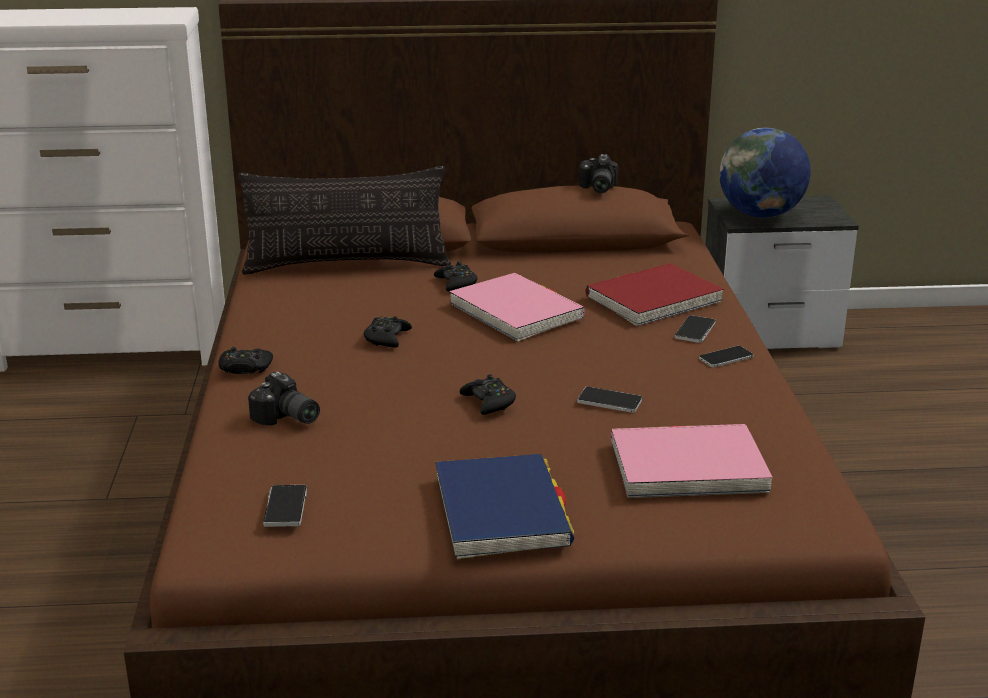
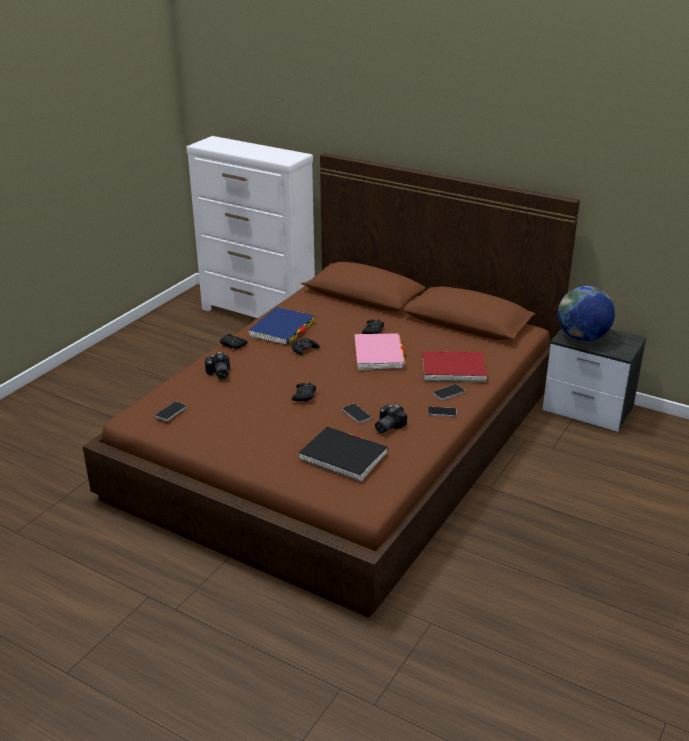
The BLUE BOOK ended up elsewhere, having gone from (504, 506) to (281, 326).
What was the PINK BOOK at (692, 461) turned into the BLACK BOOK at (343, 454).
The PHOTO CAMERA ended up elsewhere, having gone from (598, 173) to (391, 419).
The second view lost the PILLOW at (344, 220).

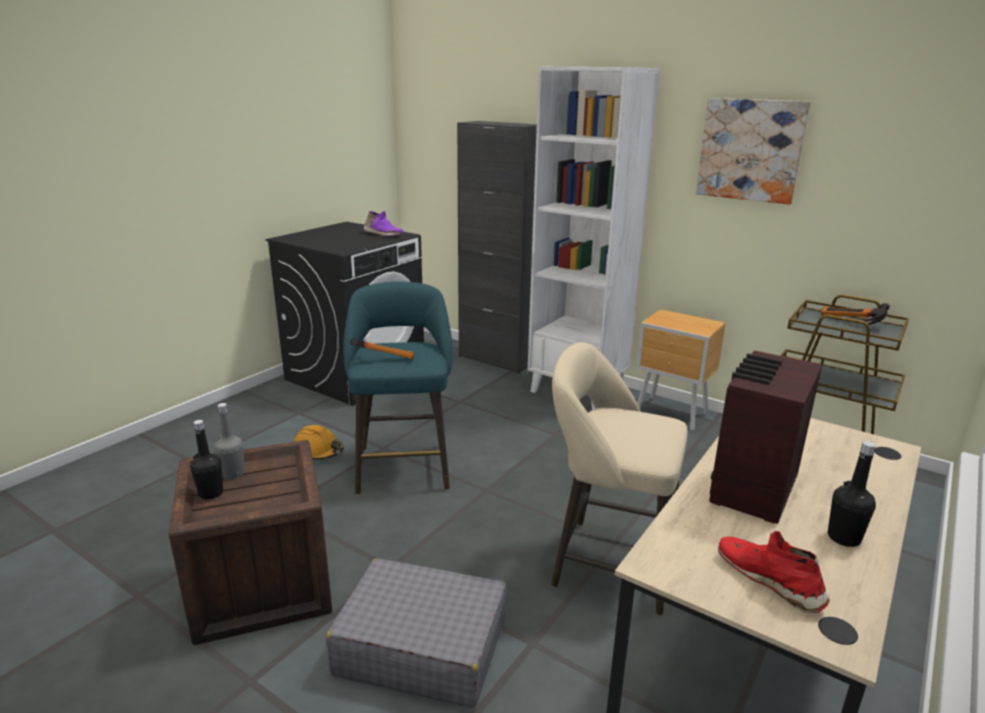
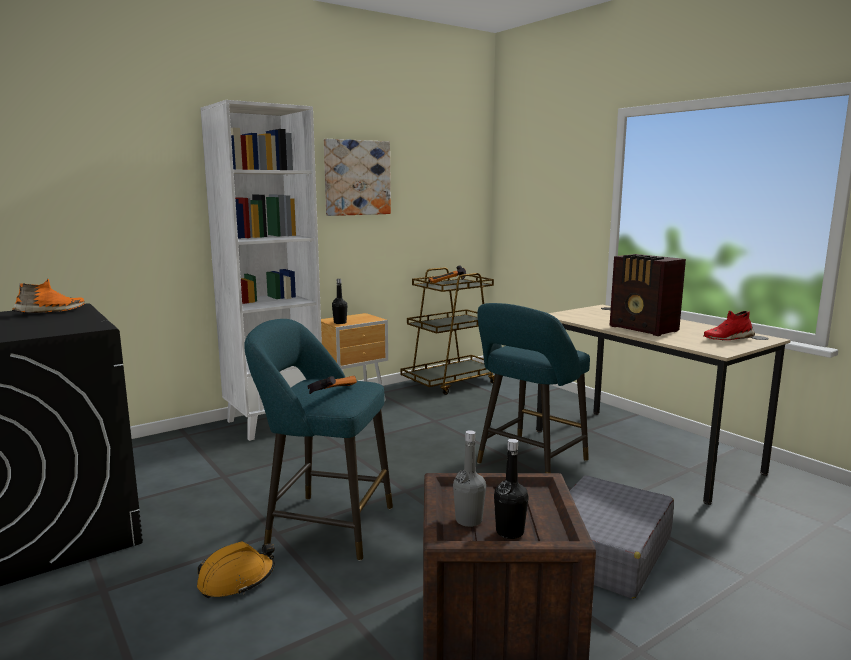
What was the PURPLE SHOE at (383, 223) turned into the ORANGE SHOE at (48, 296).
The BLACK BOTTLE ended up elsewhere, having gone from (852, 494) to (339, 301).
What was the BEIGE STOOL at (619, 479) turned into the TURQUOISE STOOL at (533, 388).
The second view lost the BLACK CABINET at (497, 247).

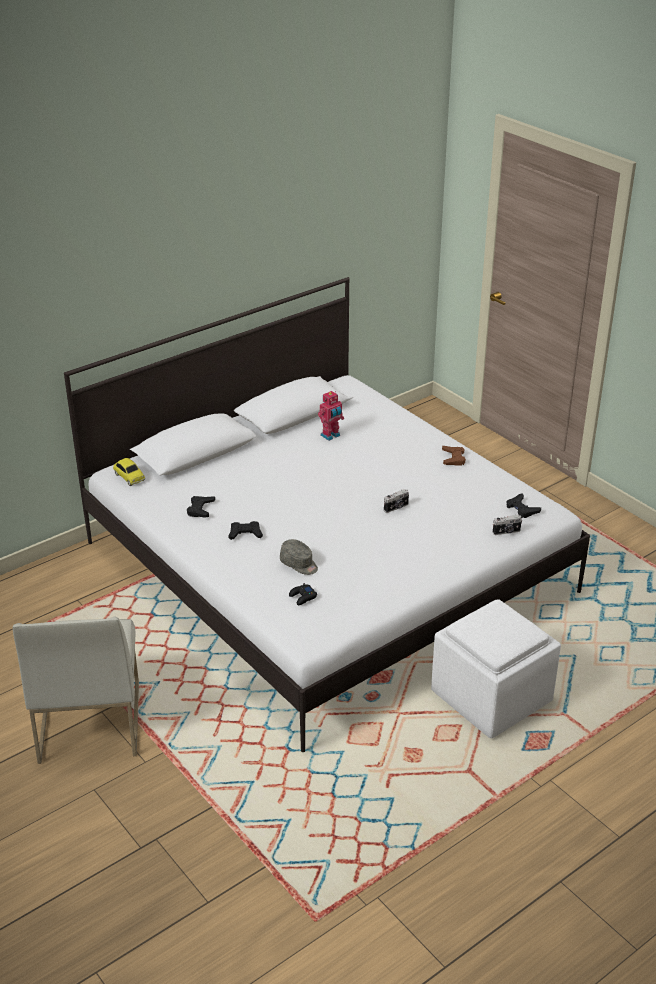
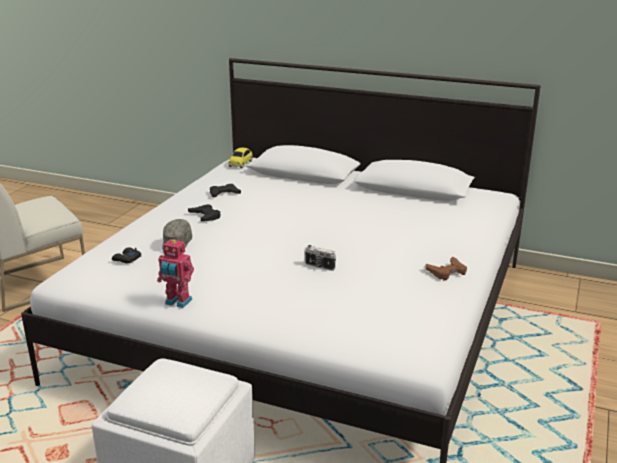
The TOY ROBOT ended up elsewhere, having gone from (331, 416) to (175, 273).
The second view lost the PHOTO CAMERA at (507, 525).
The second view lost the BLACK GAME CONTROLLER at (523, 505).

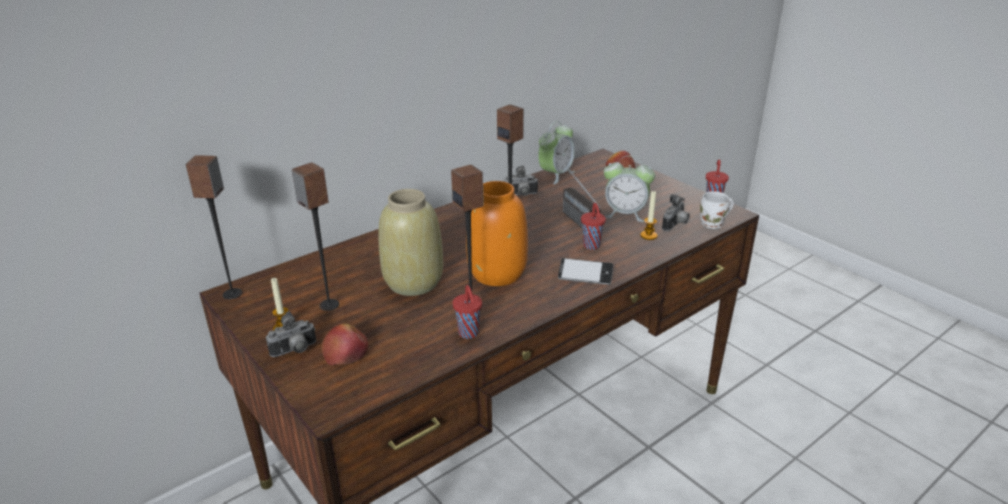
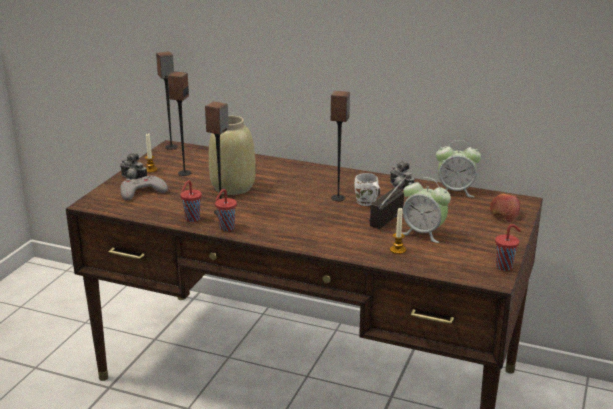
Where the APPLE stood at (345, 344), the GREY GAME CONTROLLER came to stand at (144, 188).
The RED CUP ended up elsewhere, having gone from (593, 226) to (226, 210).
The WHITE MUG ended up elsewhere, having gone from (717, 210) to (367, 189).
The ALARM CLOCK at (629, 189) ended up facing another way, 45 degrees counterclockwise from before.
The second view lost the ORANGE VASE at (497, 233).
The second view lost the PHONE at (586, 271).
The second view lost the PHOTO CAMERA at (676, 212).

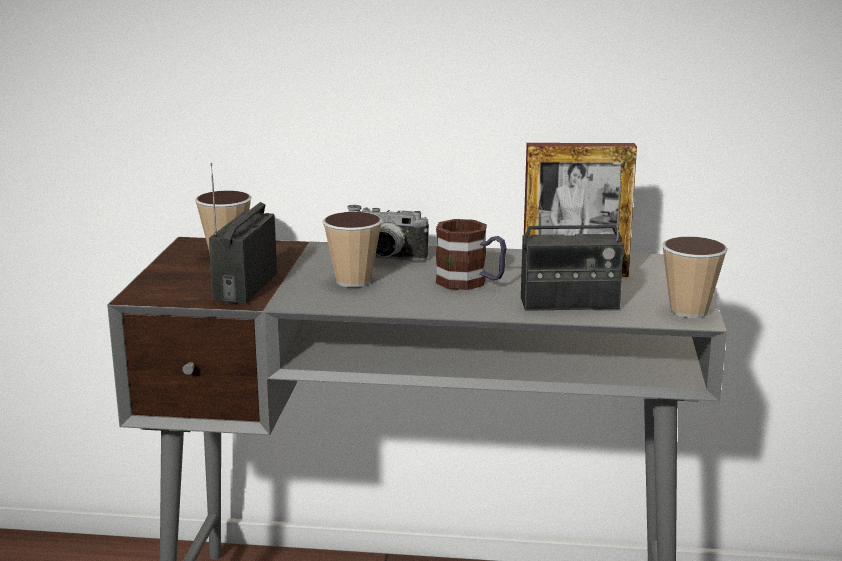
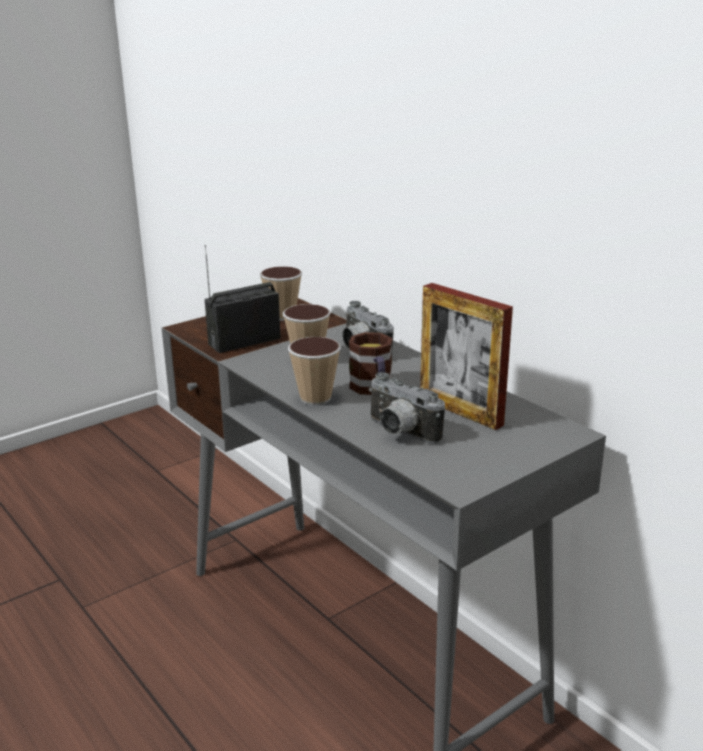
The CUP ended up elsewhere, having gone from (695, 277) to (314, 371).
Where the RADIO stood at (572, 239), the PHOTO CAMERA came to stand at (406, 408).

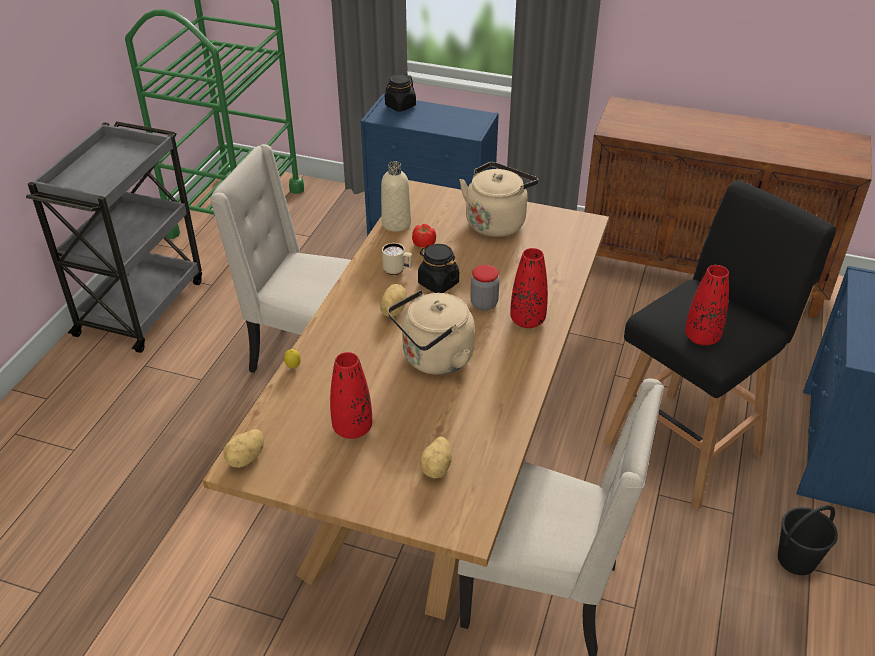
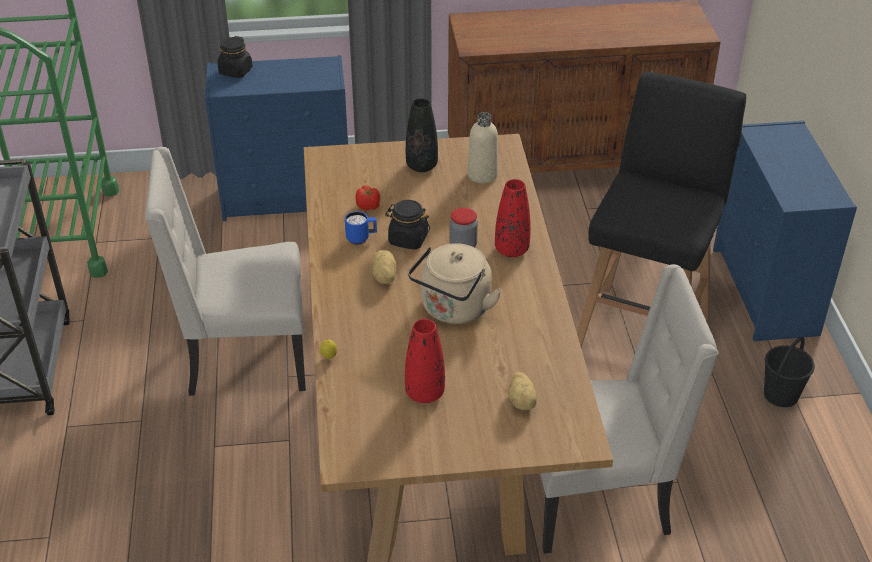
What was the BEIGE MUG at (397, 259) turned into the BLUE MUG at (361, 228).
Where the BEIGE KETTLE stood at (499, 199), the BLACK VASE came to stand at (422, 135).
The BEIGE BOTTLE ended up elsewhere, having gone from (396, 196) to (482, 147).
The second view lost the POTATO at (243, 448).
The second view lost the RED VASE at (707, 305).

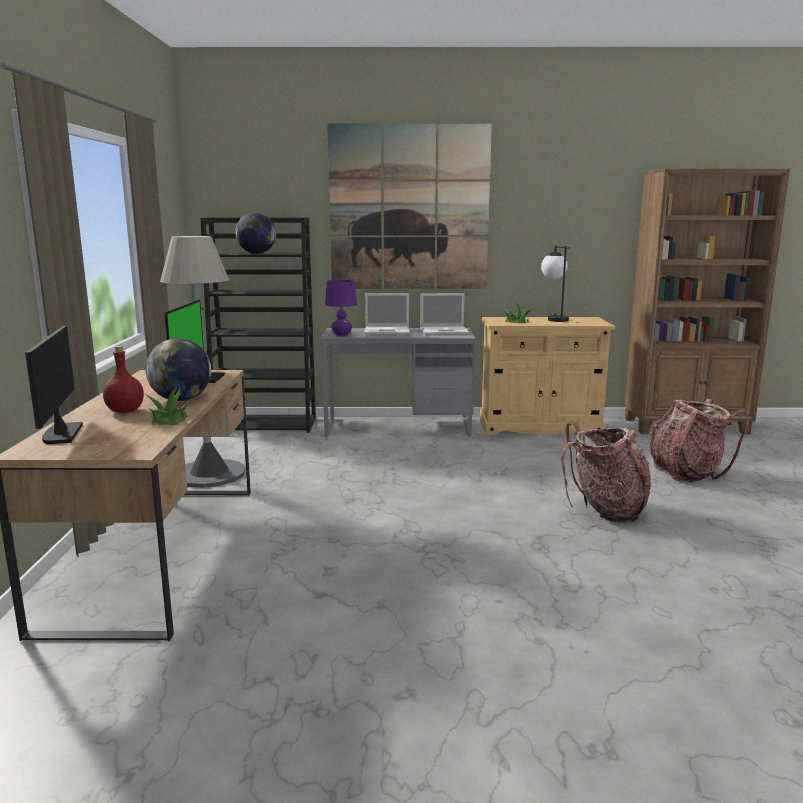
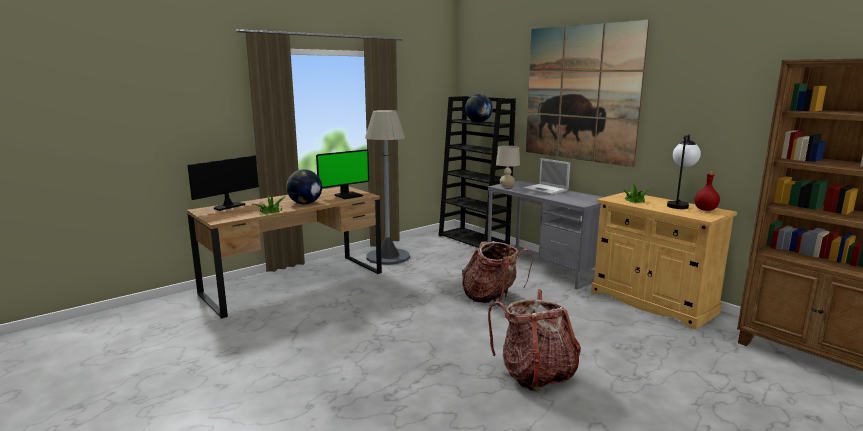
The BACKPACK ended up elsewhere, having gone from (699, 441) to (497, 273).
What was the PURPLE TABLE LAMP at (341, 308) turned into the BEIGE TABLE LAMP at (508, 167).
The RED BOTTLE ended up elsewhere, having gone from (123, 379) to (707, 191).
The second view lost the LAPTOP at (445, 314).

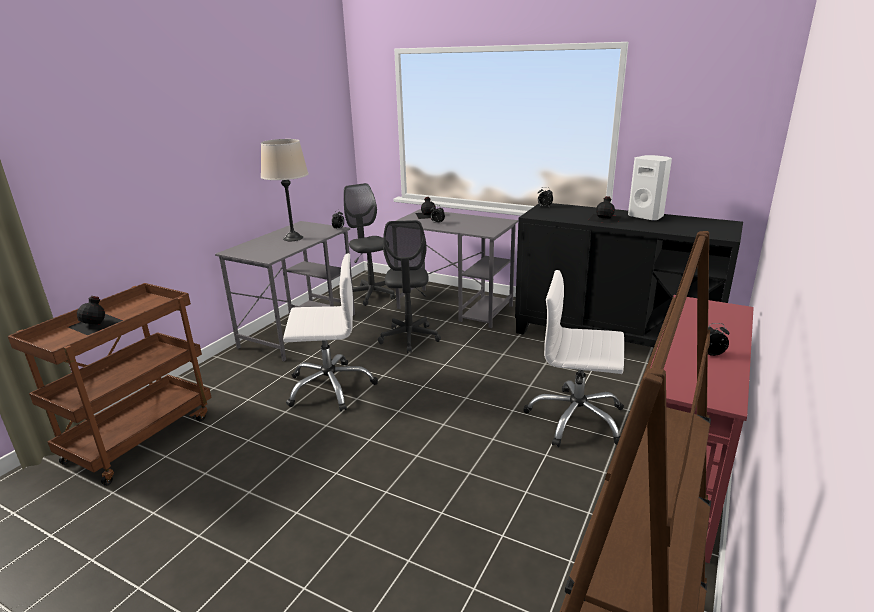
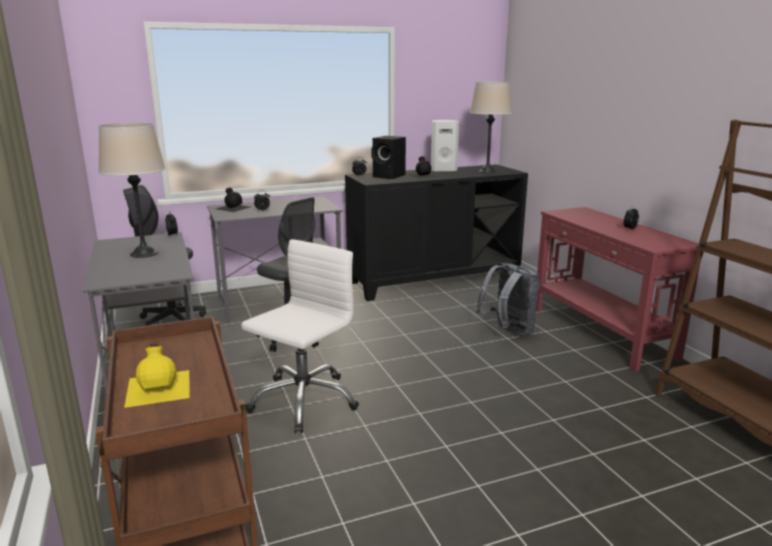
What was the BLACK BOTTLE at (95, 315) turned into the YELLOW BOTTLE at (157, 376).
The second view gained the BLACK SPEAKER at (389, 157).
The second view gained the BEIGE TABLE LAMP at (491, 127).
Where the WHITE OFFICE CHAIR stood at (573, 358), the GREY BACKPACK came to stand at (508, 300).

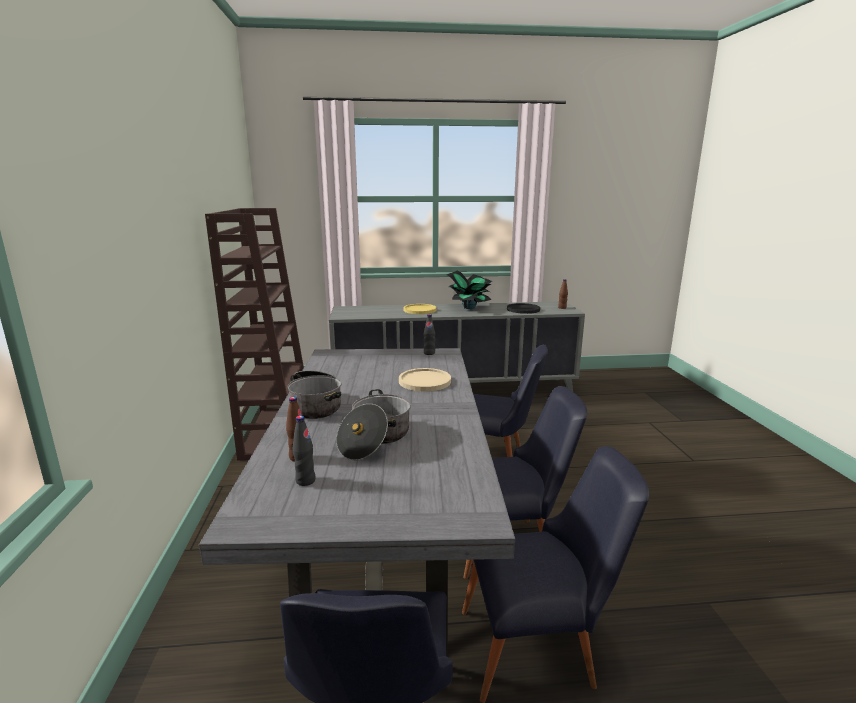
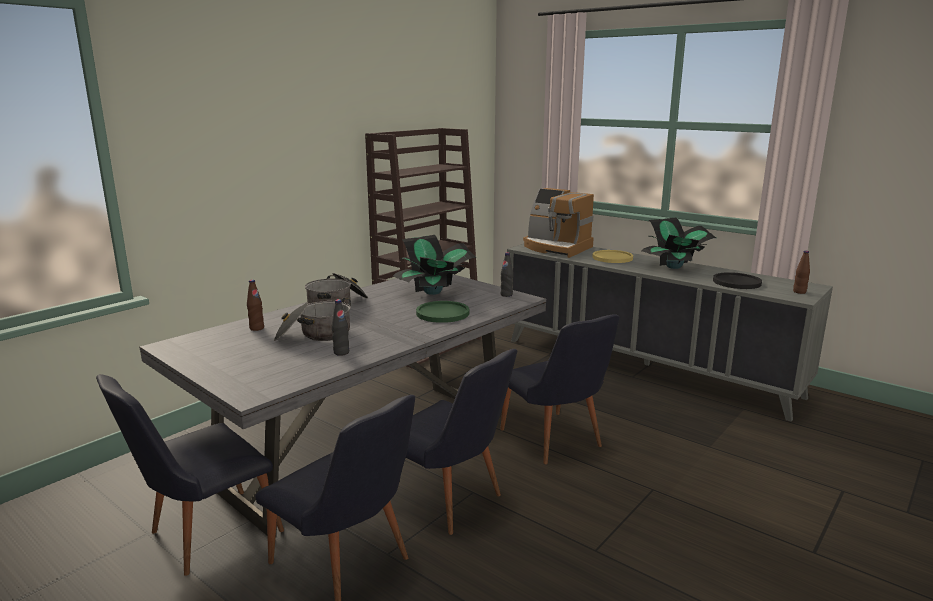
The BLACK BOTTLE ended up elsewhere, having gone from (304, 451) to (340, 327).
The second view gained the POTTED PLANT at (434, 265).
What was the BEIGE PLATE at (425, 379) turned into the GREEN PLATE at (442, 312).
The second view gained the COFFEE MACHINE at (558, 223).

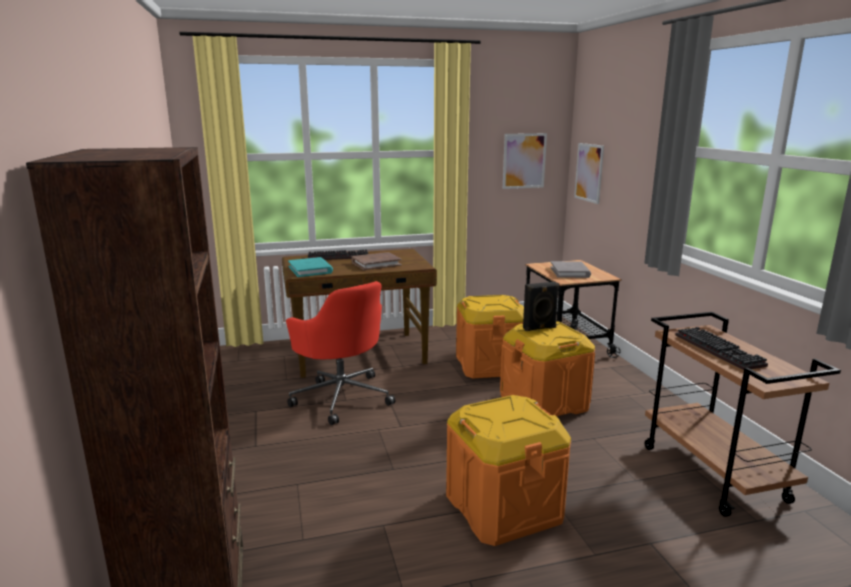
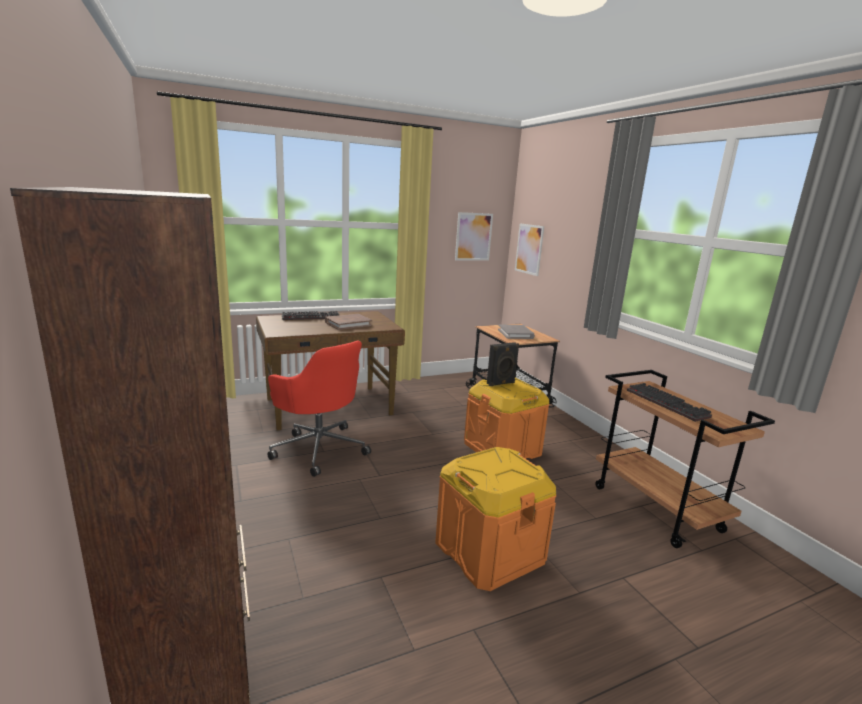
The second view lost the TURQUOISE BOOK at (310, 267).
The second view lost the ORANGE STORAGE BOX at (490, 336).

